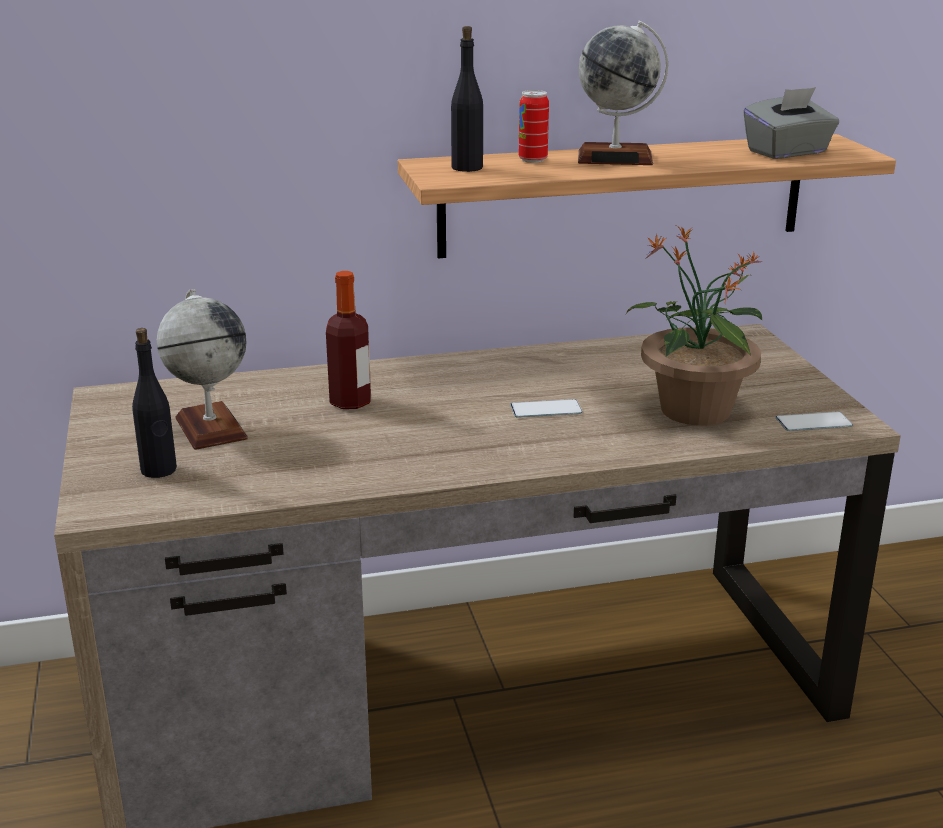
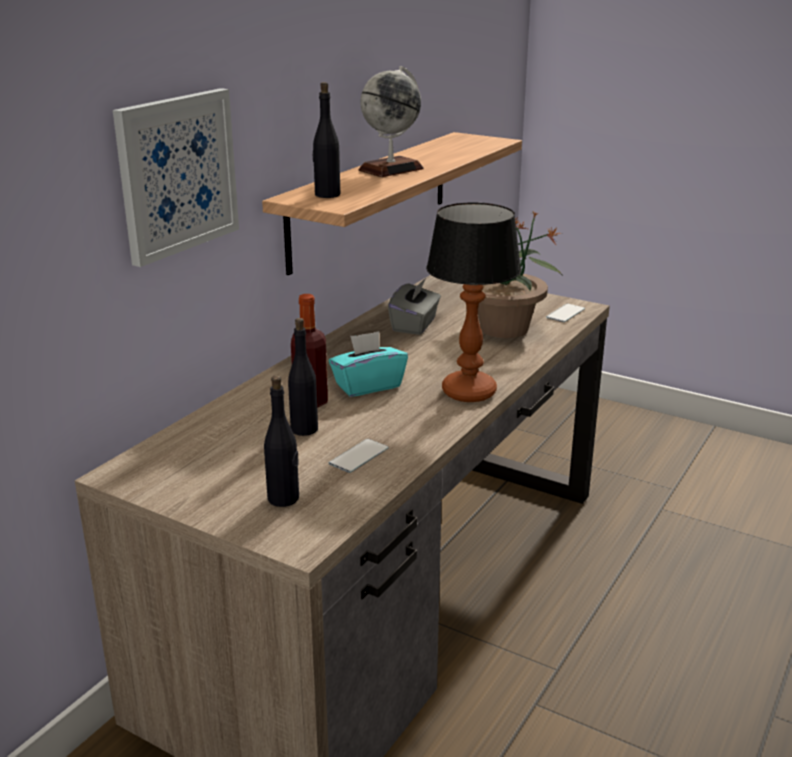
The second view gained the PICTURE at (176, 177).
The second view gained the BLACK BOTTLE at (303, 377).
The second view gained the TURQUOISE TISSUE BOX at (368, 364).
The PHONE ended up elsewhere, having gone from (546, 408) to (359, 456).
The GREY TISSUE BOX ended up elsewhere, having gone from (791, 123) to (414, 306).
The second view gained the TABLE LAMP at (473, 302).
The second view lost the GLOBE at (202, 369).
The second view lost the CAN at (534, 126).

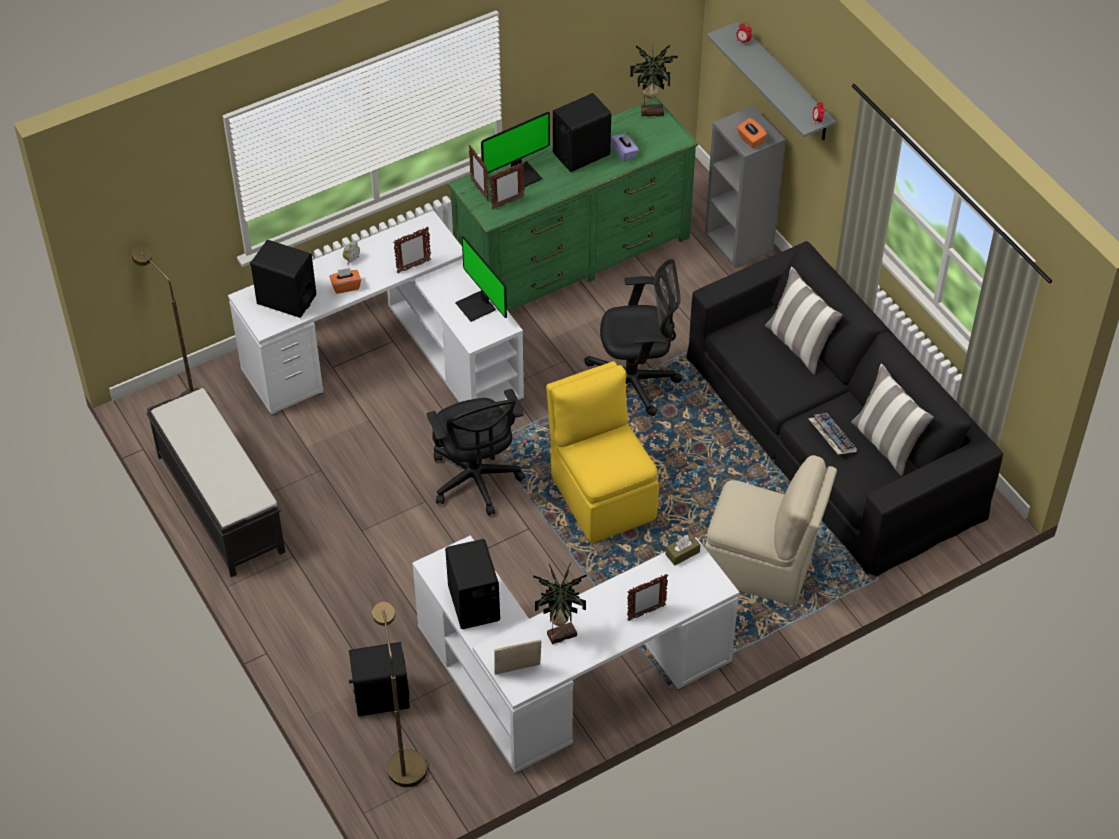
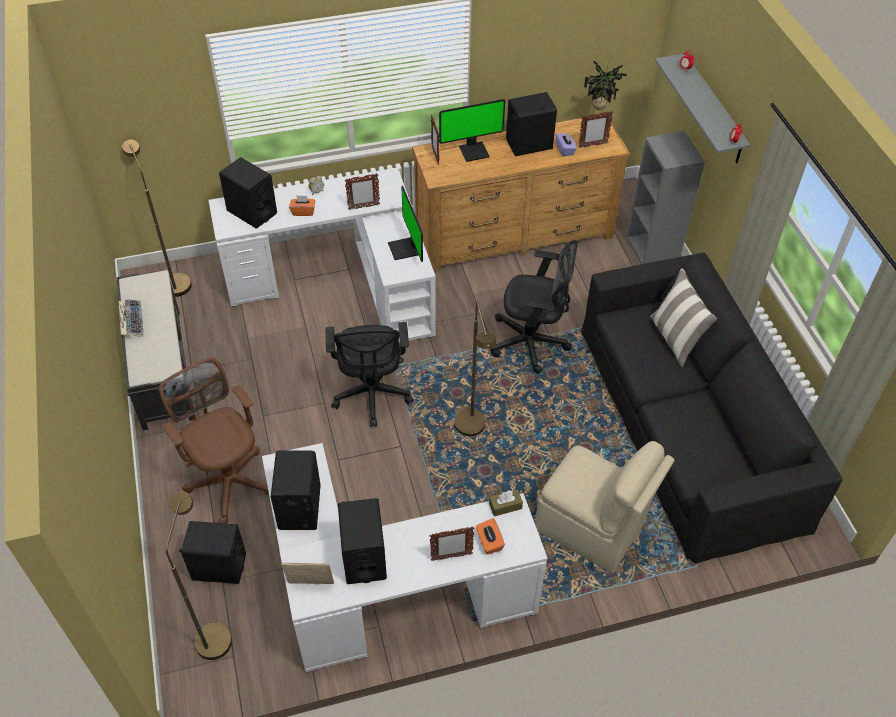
The KEYBOARD ended up elsewhere, having gone from (832, 434) to (131, 318).
The second view gained the BROWN OFFICE CHAIR at (214, 441).
Where the POTTED PLANT stood at (560, 603), the BLACK SPEAKER came to stand at (362, 541).
What was the GREEN DRESSER at (573, 204) turned into the BROWN DRESSER at (521, 193).
Where the YELLOW CHAIR stood at (602, 452), the BROWN FLOOR LAMP came to stand at (475, 369).
The ORANGE TISSUE BOX ended up elsewhere, having gone from (752, 133) to (490, 536).
The PICTURE FRAME ended up elsewhere, having gone from (507, 186) to (595, 129).
The second view lost the PILLOW at (892, 420).

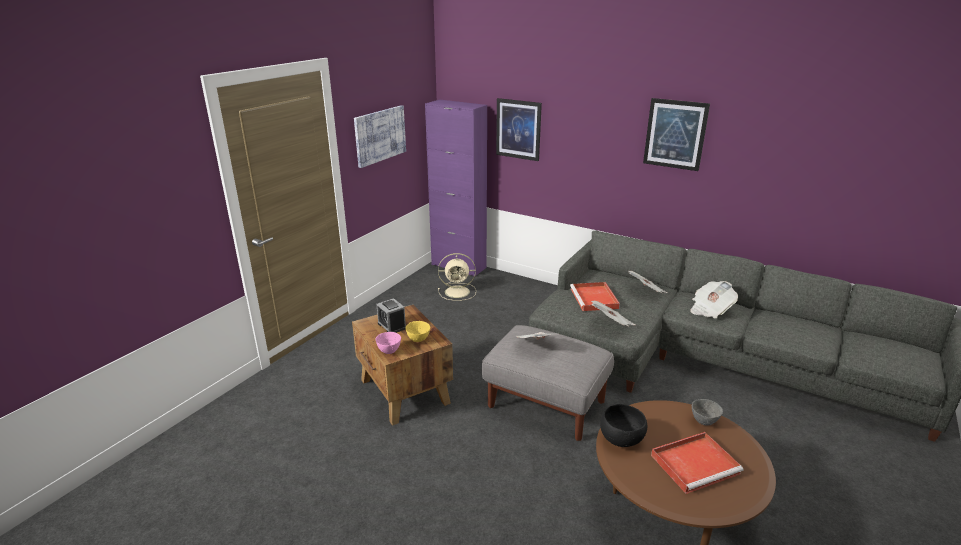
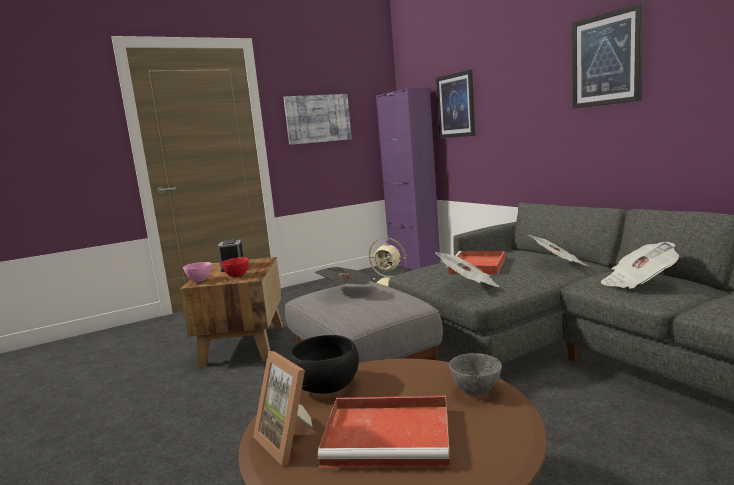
What was the YELLOW BOWL at (417, 331) turned into the RED BOWL at (235, 267).
The second view gained the PICTURE FRAME at (282, 408).

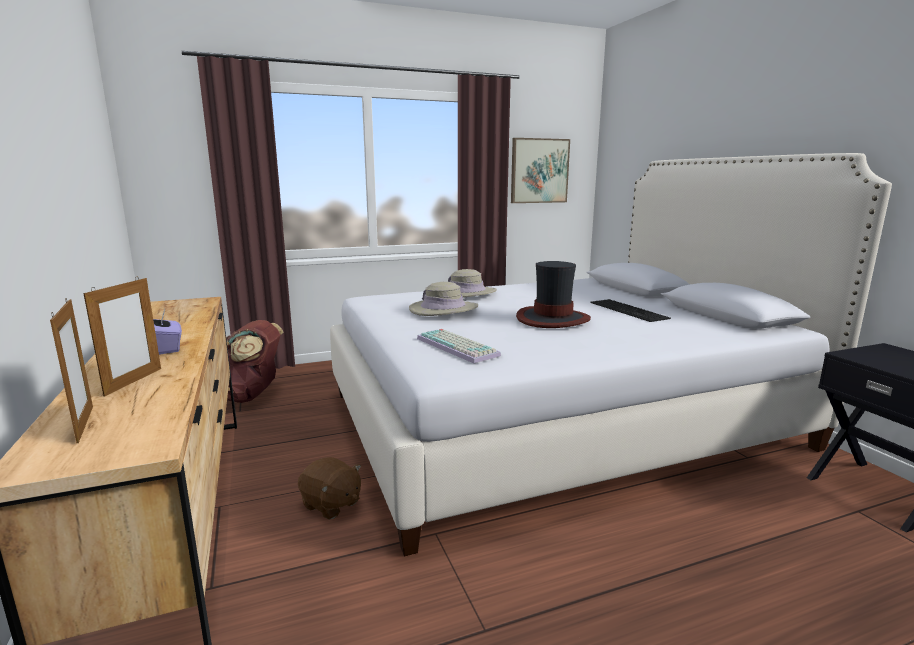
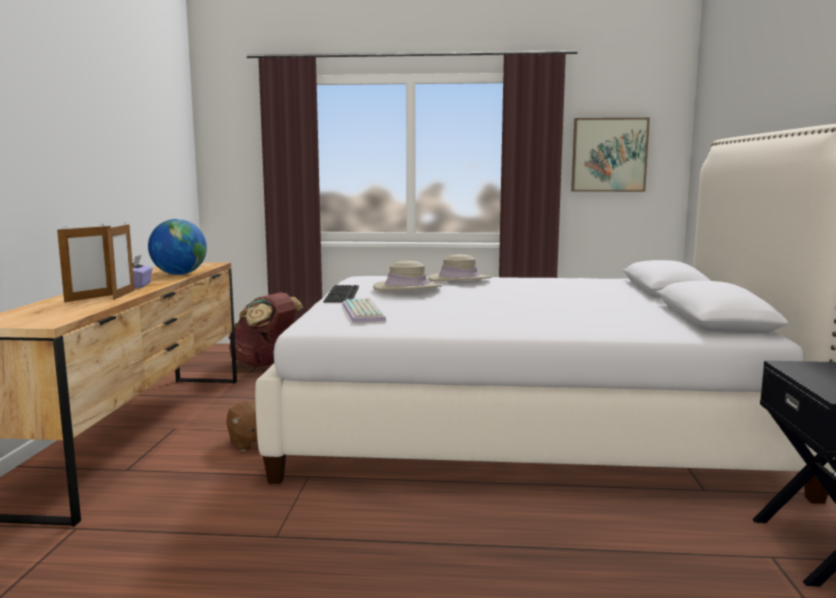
The PICTURE FRAME ended up elsewhere, having gone from (71, 370) to (121, 262).
The second view gained the GLOBE at (177, 247).
The KEYBOARD ended up elsewhere, having gone from (630, 310) to (341, 294).
The second view lost the HAT at (553, 294).

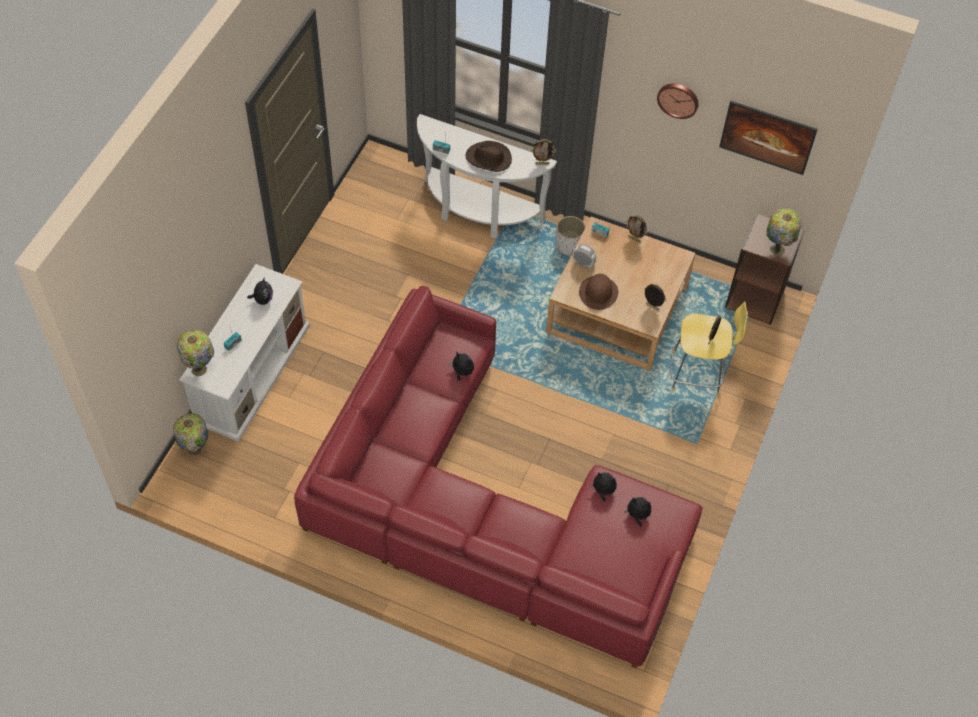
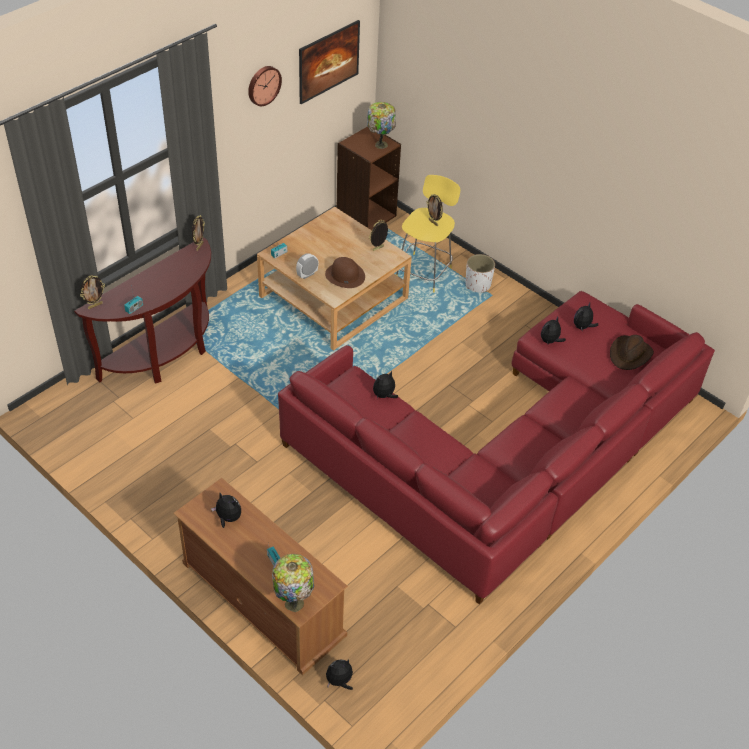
What was the WHITE CONSOLE TABLE at (487, 176) turned into the BROWN CONSOLE TABLE at (142, 310).
The PICTURE FRAME ended up elsewhere, having gone from (636, 229) to (92, 292).
What was the WHITE TV STAND at (244, 353) turned into the BROWN TV STAND at (260, 577).
Where the TABLE LAMP stood at (190, 434), the PLUSH TOY came to stand at (339, 674).
The WHITE PLANTER ended up elsewhere, having gone from (570, 235) to (480, 273).
The BROWN HAT ended up elsewhere, having gone from (488, 156) to (632, 352).

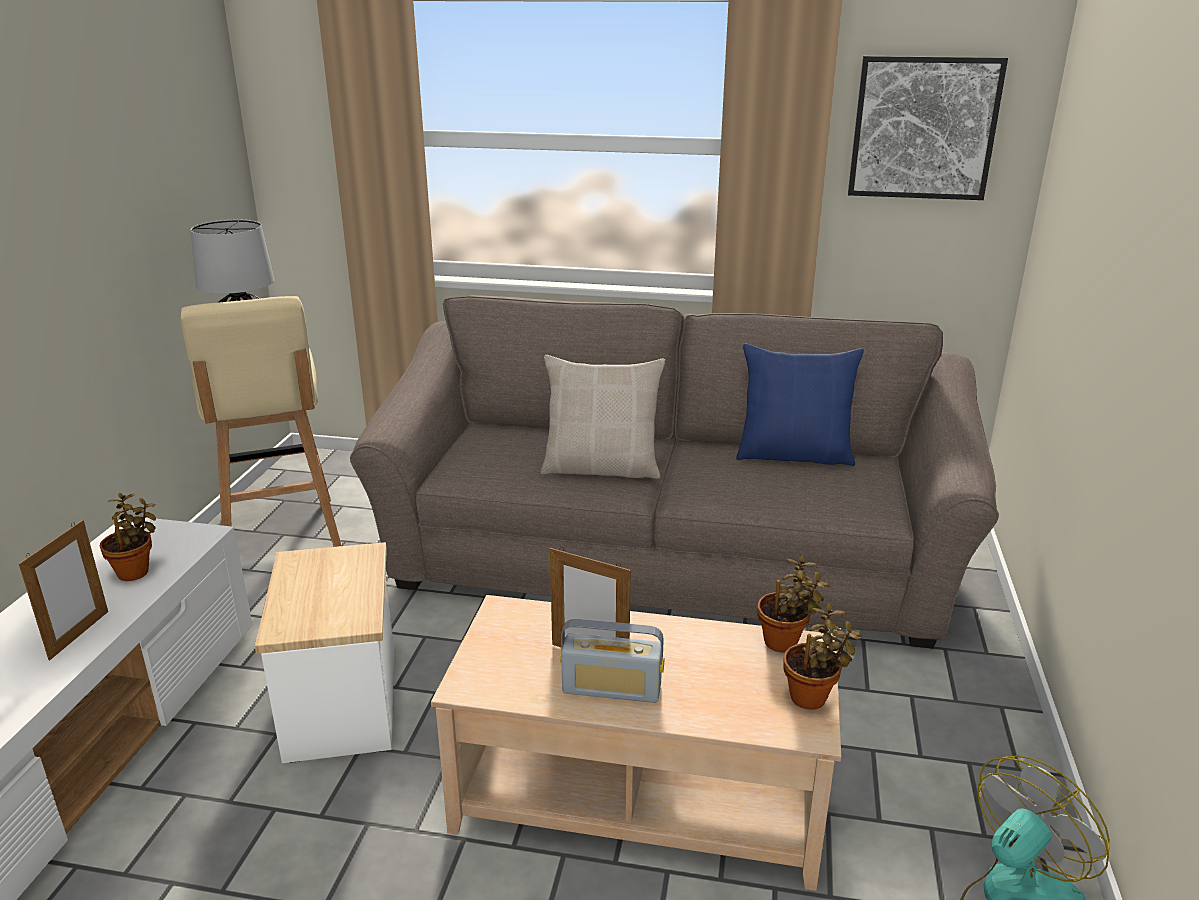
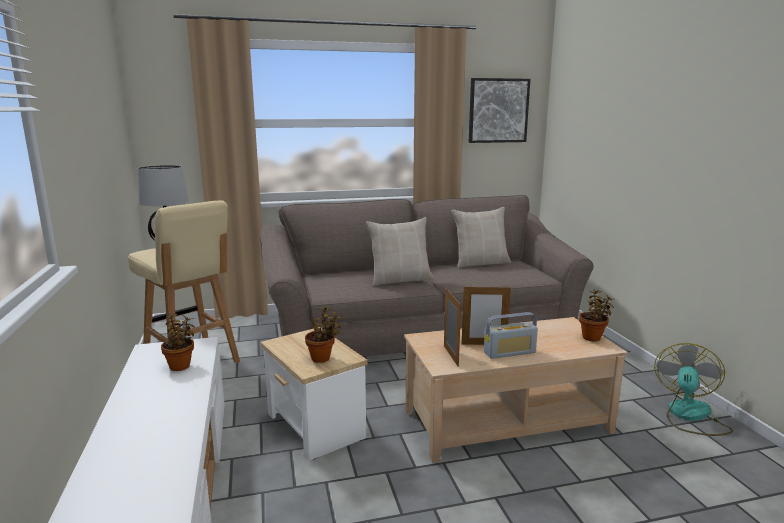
The POTTED PLANT ended up elsewhere, having gone from (793, 604) to (323, 334).
The PICTURE FRAME ended up elsewhere, having gone from (63, 590) to (452, 327).
What was the BLUE PILLOW at (800, 404) turned into the BEIGE PILLOW at (481, 237).

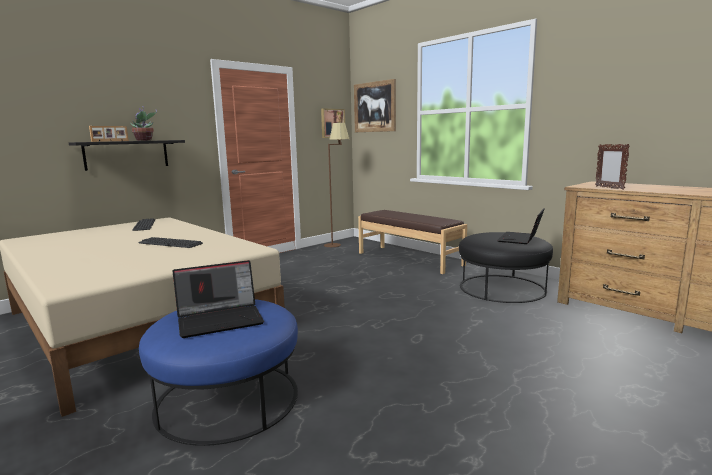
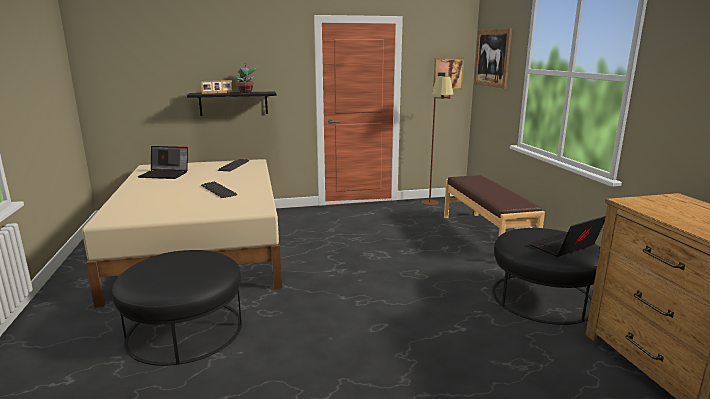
What was the BLUE OTTOMAN at (218, 372) turned into the BLACK OTTOMAN at (177, 308).
The LAPTOP ended up elsewhere, having gone from (218, 299) to (163, 162).
The second view lost the PICTURE FRAME at (612, 167).

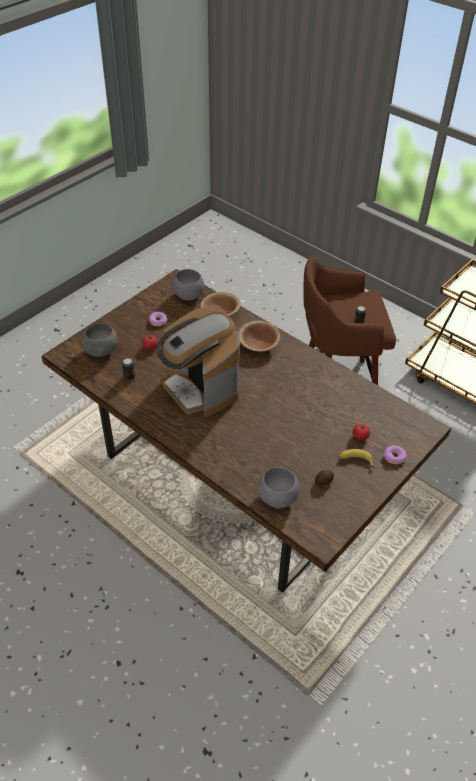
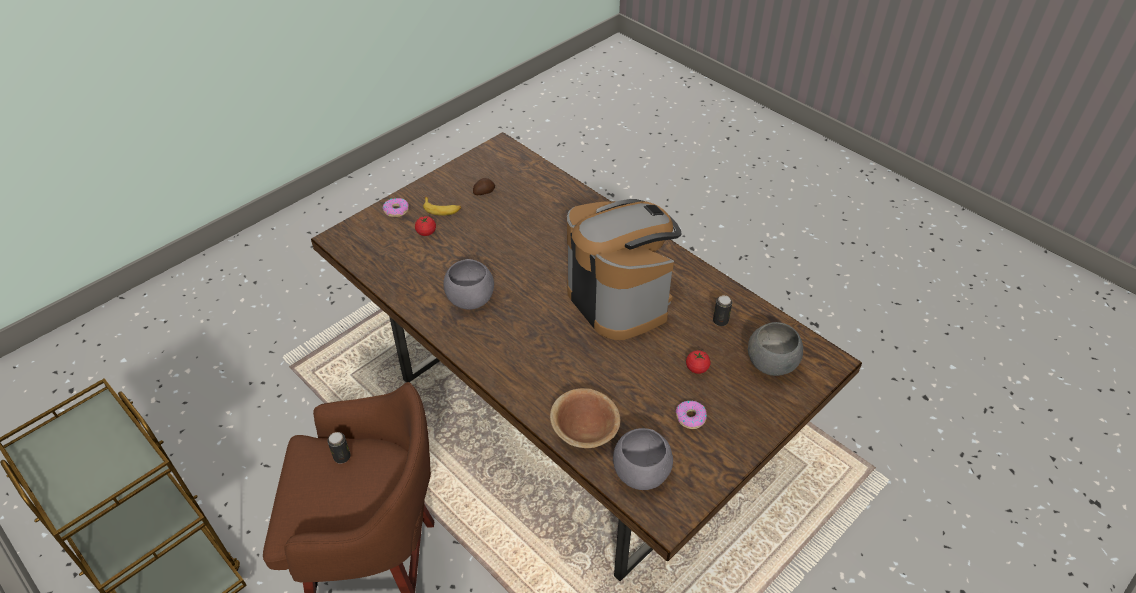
The GREY BOWL ended up elsewhere, having gone from (278, 488) to (468, 284).
The second view lost the BROWN BOWL at (259, 336).

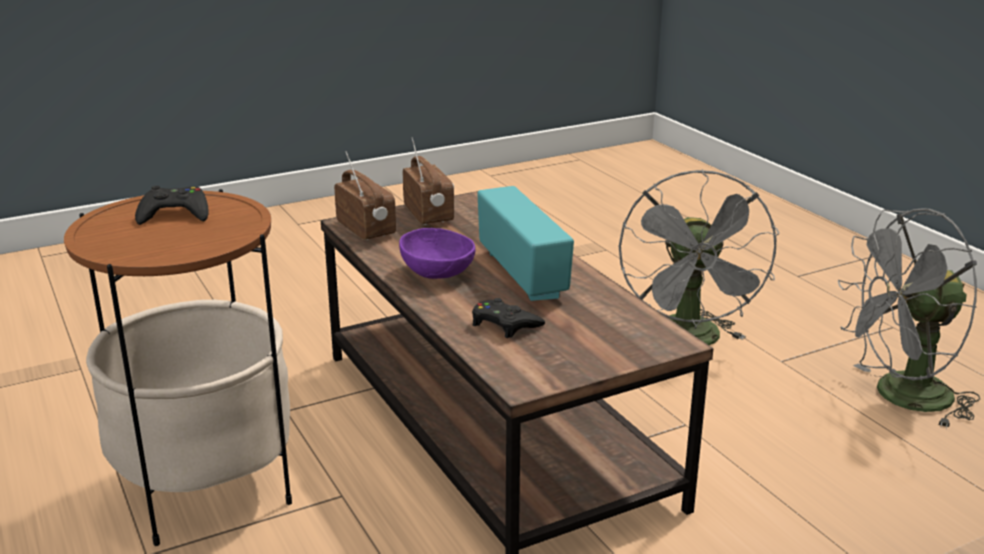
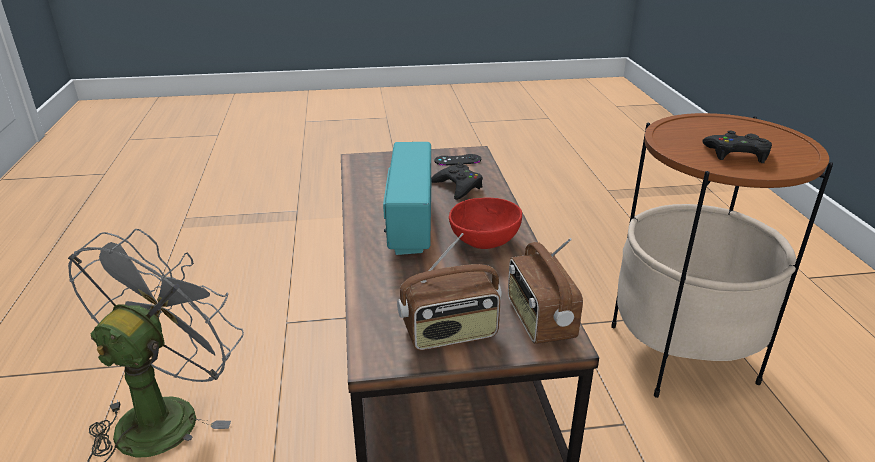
The RADIO at (428, 181) ended up facing another way, 105 degrees counterclockwise from before.
The second view gained the BLACK GAME CONTROLLER at (457, 160).
What was the PURPLE BOWL at (437, 253) turned into the RED BOWL at (485, 223).
The second view lost the GREY FAN at (909, 318).

